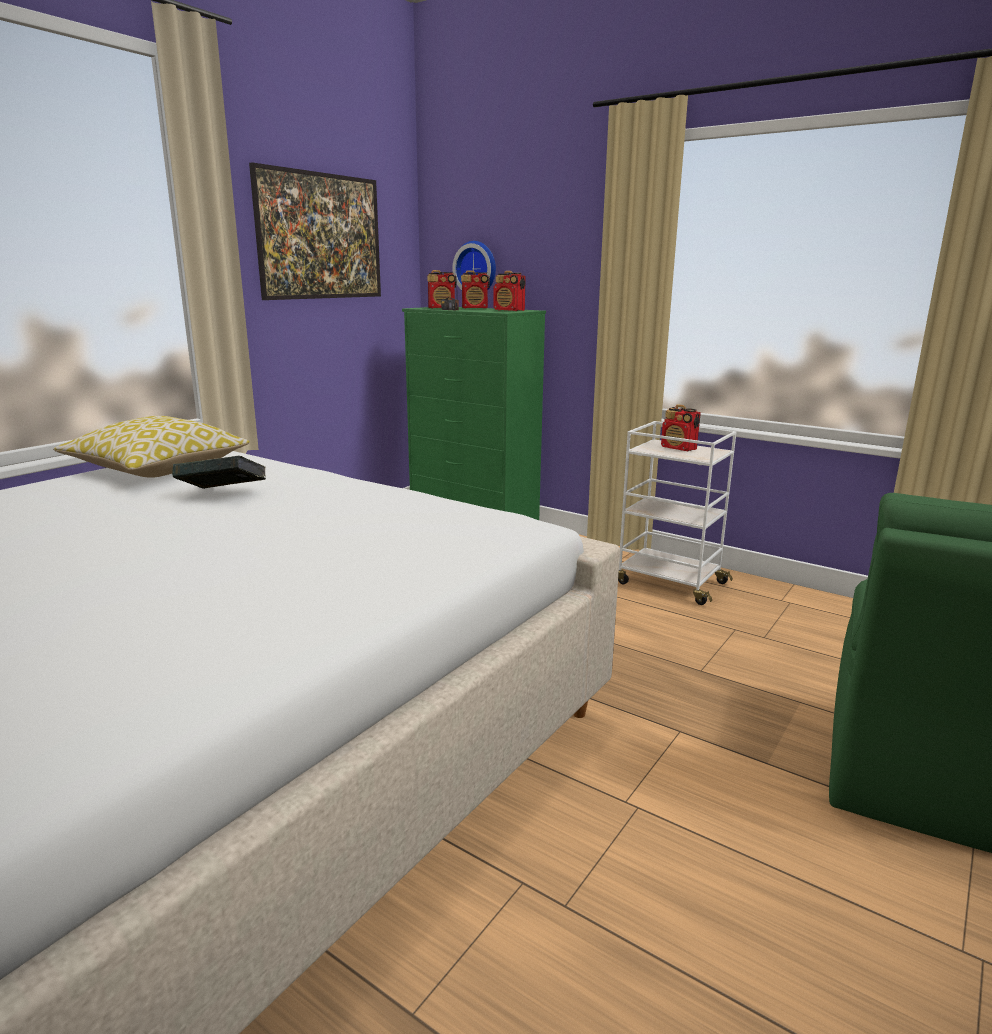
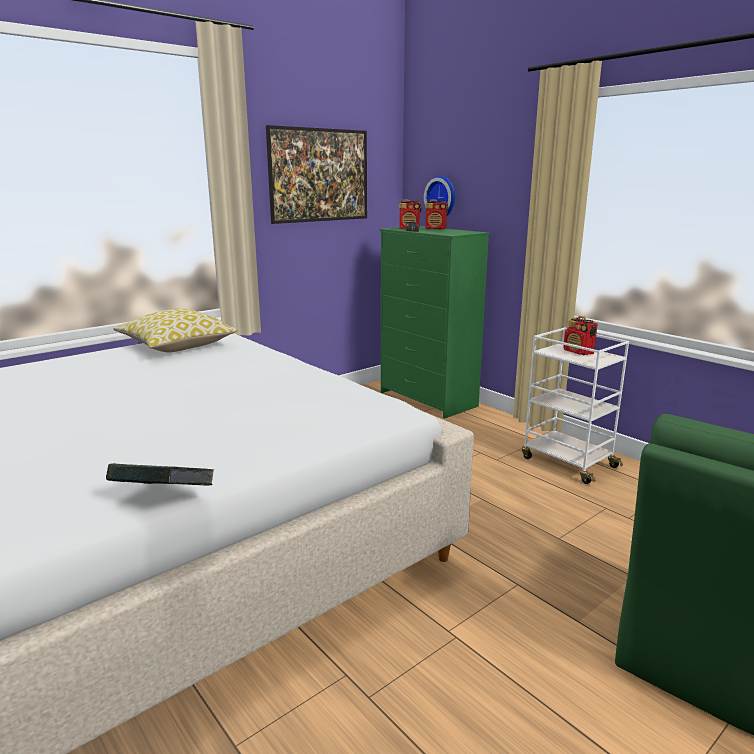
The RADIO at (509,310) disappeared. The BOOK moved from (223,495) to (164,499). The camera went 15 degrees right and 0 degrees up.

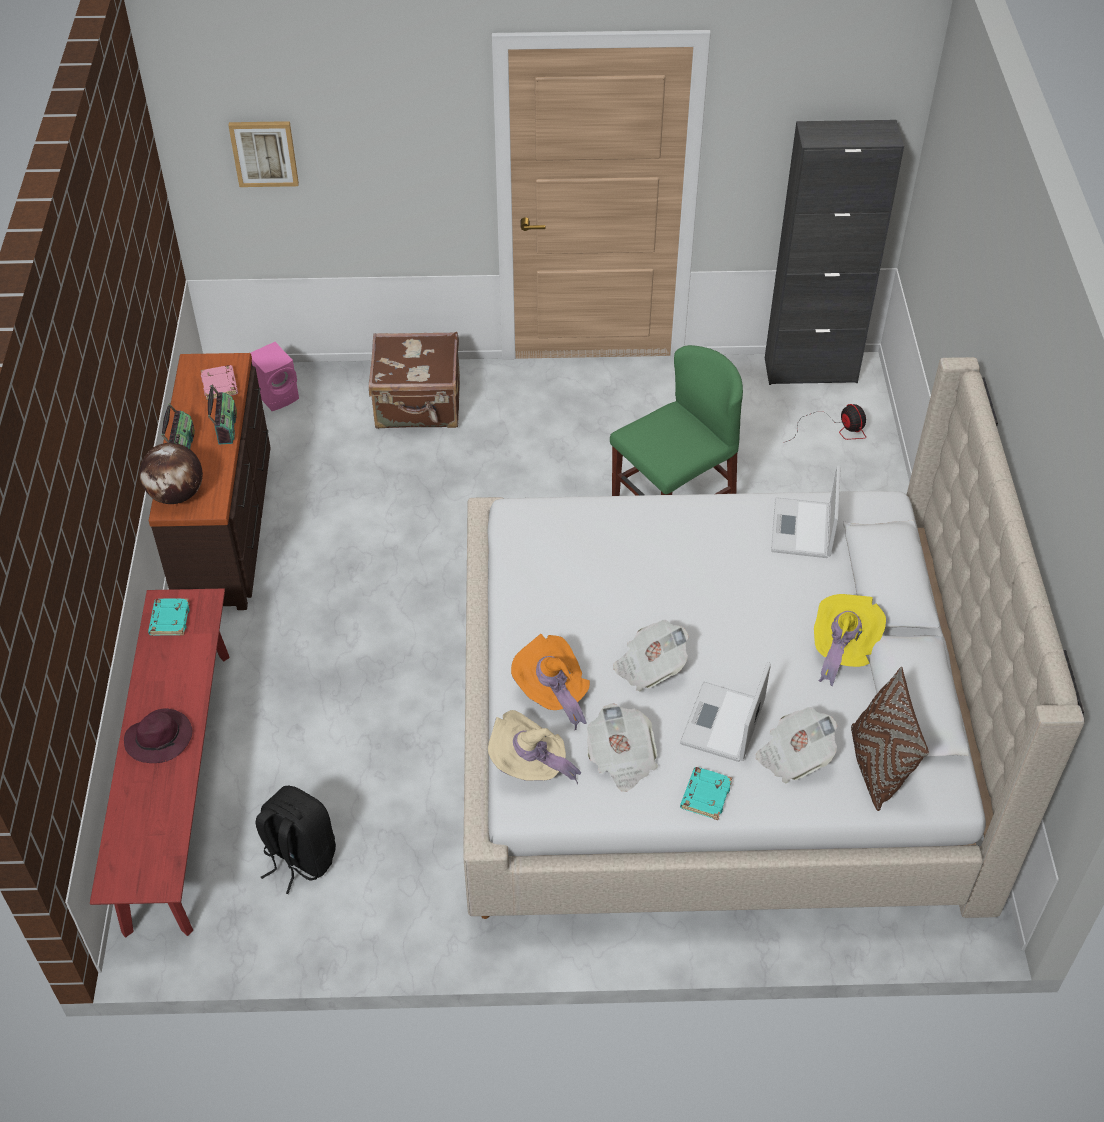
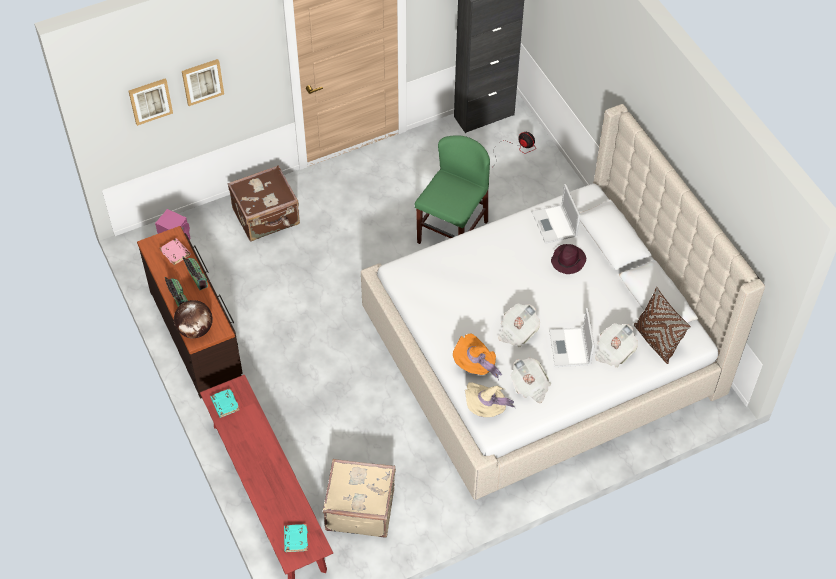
The YELLOW HAT at (842,649) disappeared. The PURPLE HAT moved from (160,738) to (568,260). The TURQUOISE BOOK moved from (705,795) to (295,539). The BLACK BACKPACK at (299,857) was replaced by the BEIGE SUITCASE at (360,508). The PICTURE at (202,81) appeared. The camera went 25 degrees left and 5 degrees up.

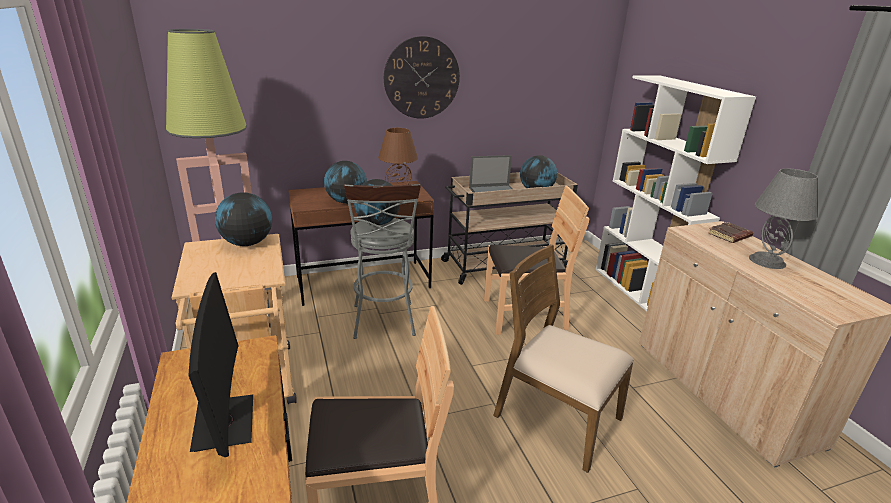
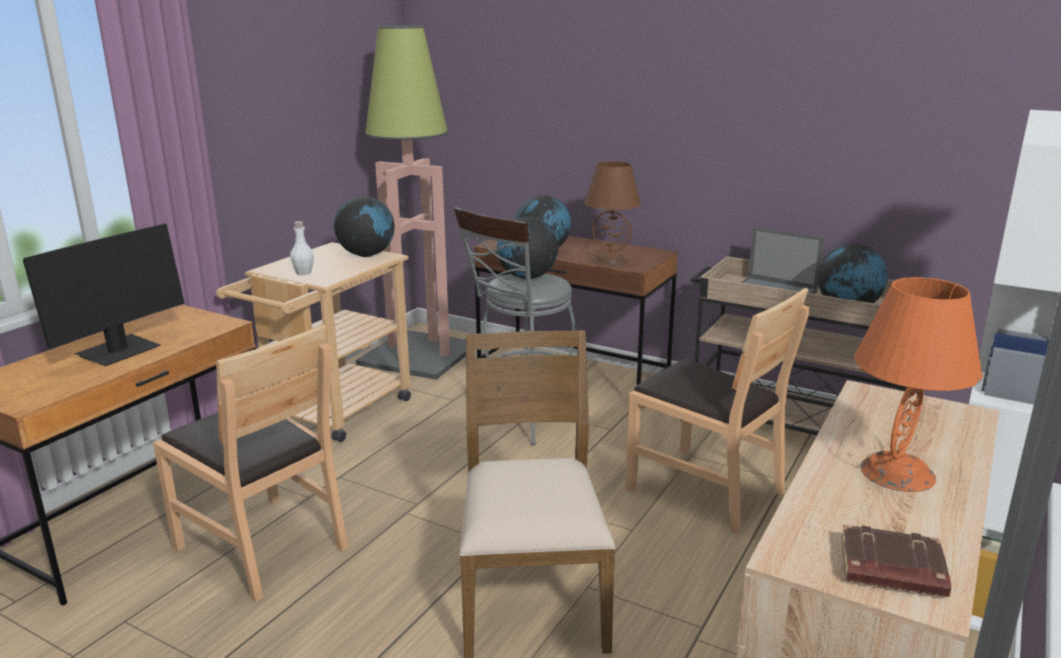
The WALL CLOCK at (422,78) disappeared. The GREY TABLE LAMP at (766,261) became the ORANGE TABLE LAMP at (896,472). The BROWN BOOK moved from (729,236) to (890,569). The WHITE BOTTLE at (303,273) appeared. The camera went 50 degrees right and 5 degrees down.

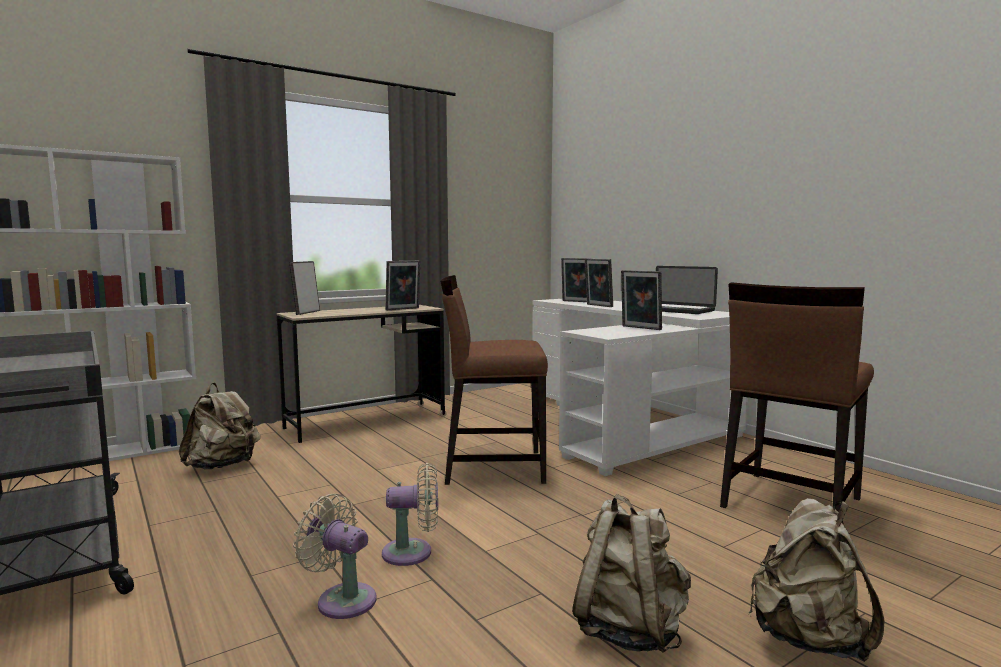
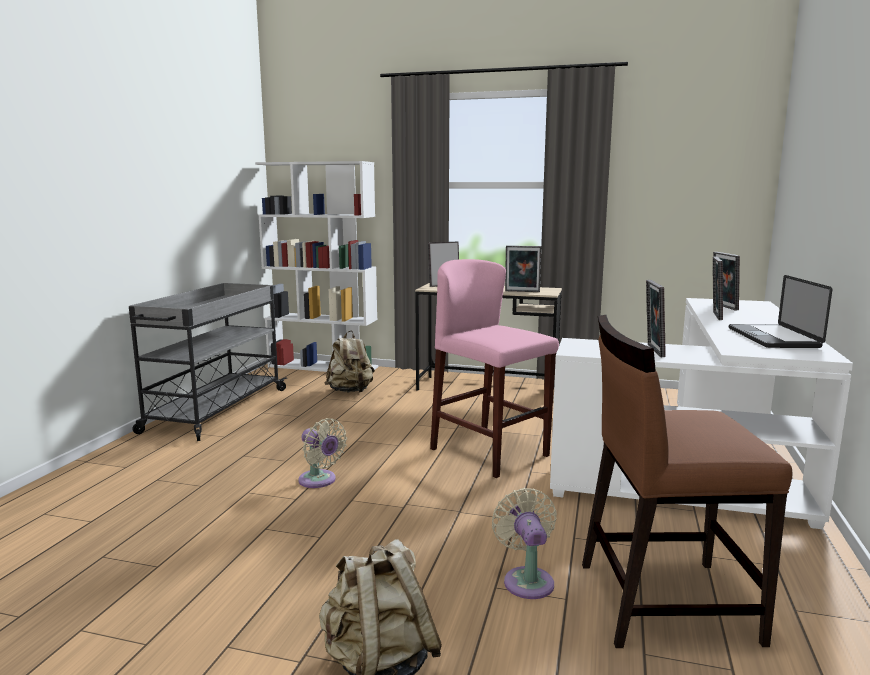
The BROWN CHAIR at (493,466) was replaced by the PINK STOOL at (489,452). The BEIGE FAN moved from (342,599) to (527,580). The BEIGE BACKPACK at (629,630) disappeared. The camera went 50 degrees right and 5 degrees up.

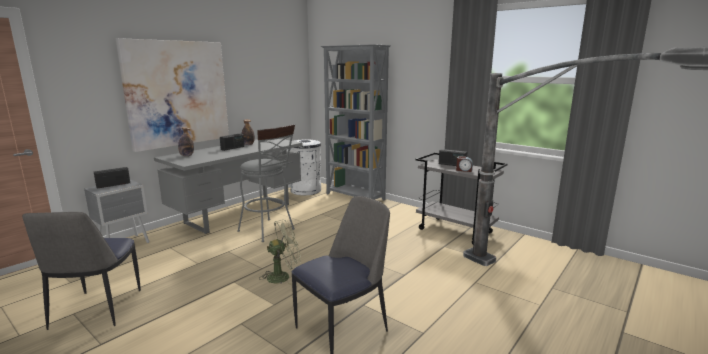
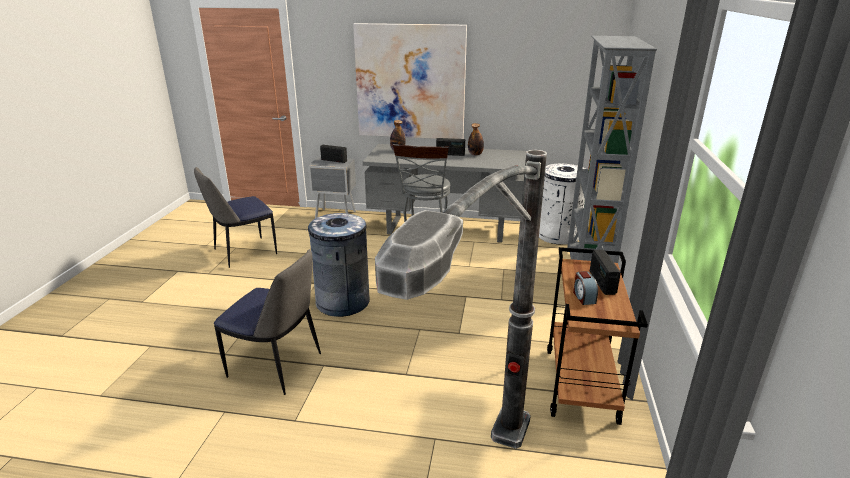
The GREY CART at (456,231) became the BROWN CART at (581,385). The GREEN FAN at (283,276) was replaced by the GREY TRASH CAN at (343,302). The camera went 60 degrees right and 10 degrees up.

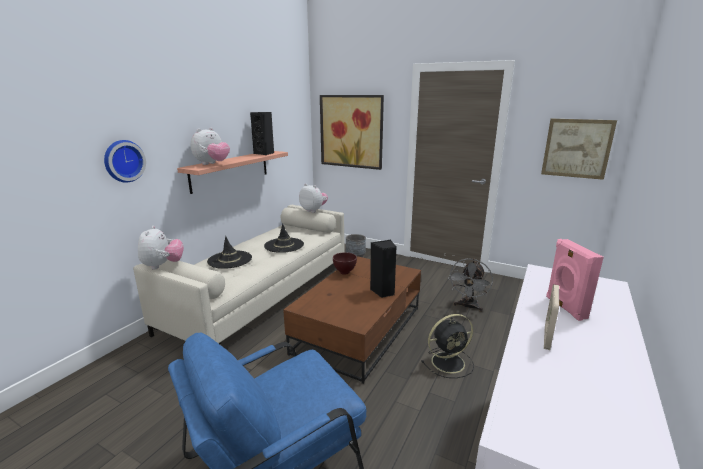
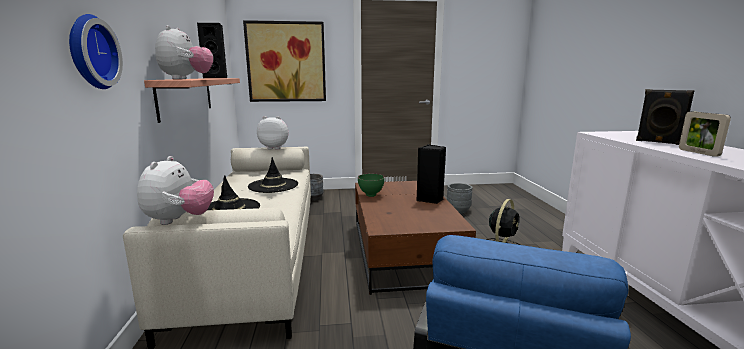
The PICTURE at (576,148) disappeared. The PLUSH TOY at (163,266) turned 45 degrees clockwise. The PINK SPEAKER at (564,307) became the BLACK SPEAKER at (658,142). The BROWN BOWL at (344,273) became the GREEN BOWL at (371,195). The GREY FAN at (468,307) was replaced by the GREY PLANTER at (458,210). The camera went 35 degrees left and 5 degrees down.

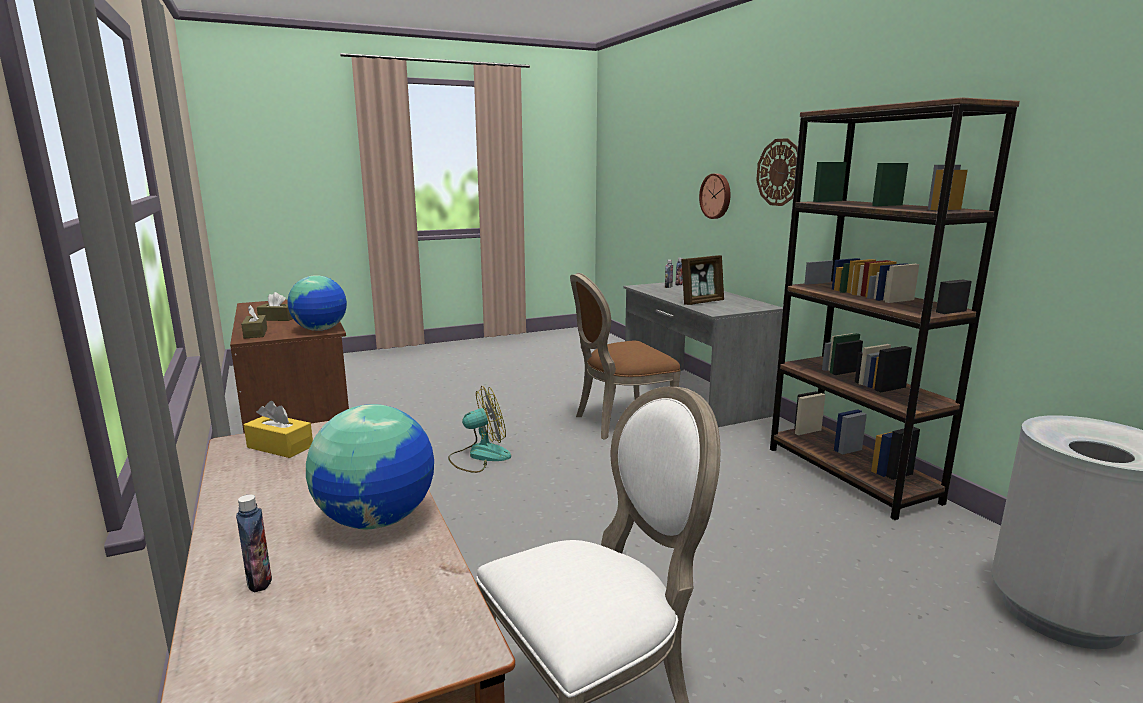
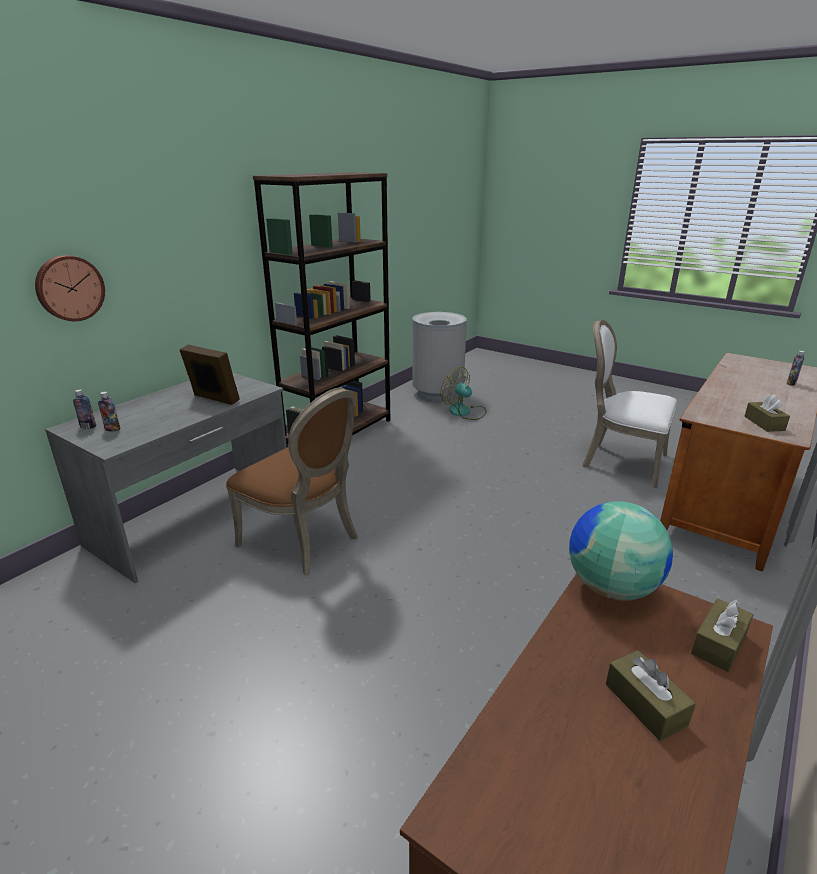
The WALL CLOCK at (779,172) disappeared. The FAN moved from (479,456) to (464,412). The YELLOW TISSUE BOX at (280,447) became the BROWN TISSUE BOX at (764,423). The GLOBE at (377,519) disappeared. The camera went 120 degrees left and 10 degrees up.

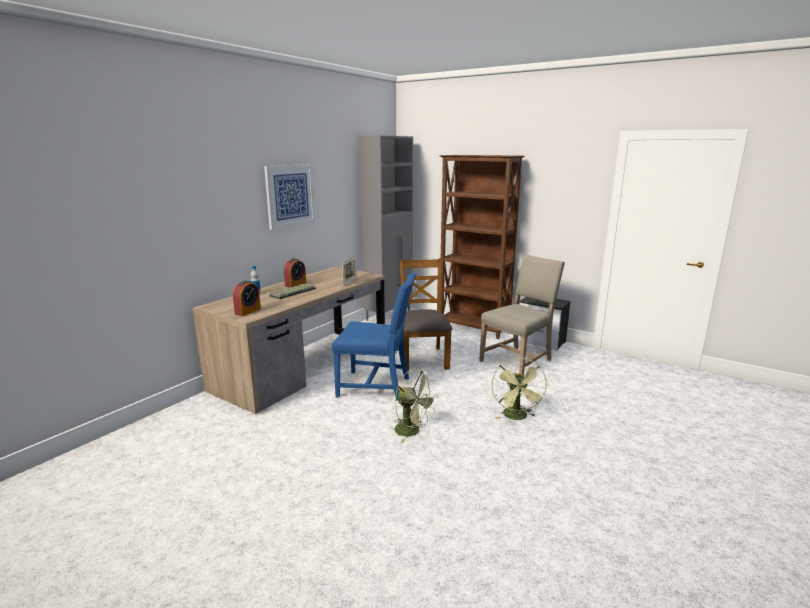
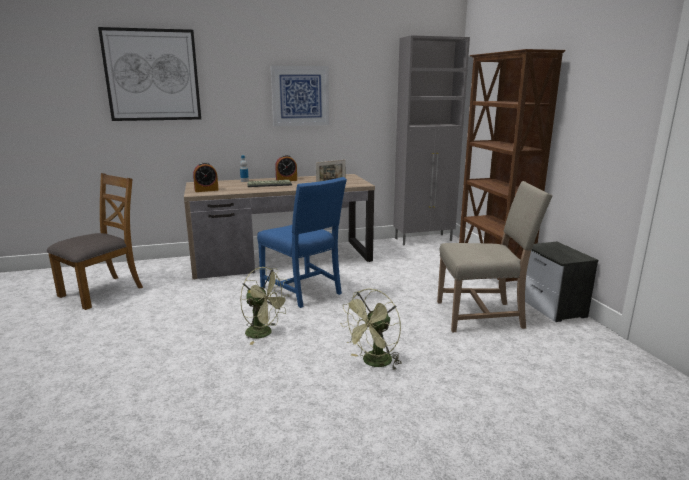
The BROWN CHAIR moved from (423,358) to (102,291). The GREEN FAN at (412,431) turned 45 degrees counterclockwise. The PICTURE at (152,75) appeared. The camera went 40 degrees right and 0 degrees up.

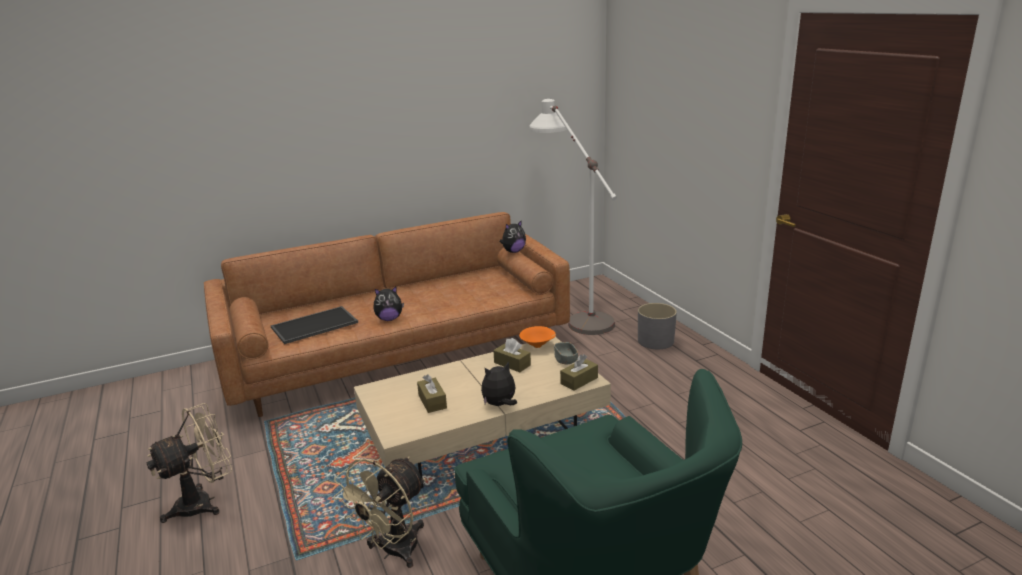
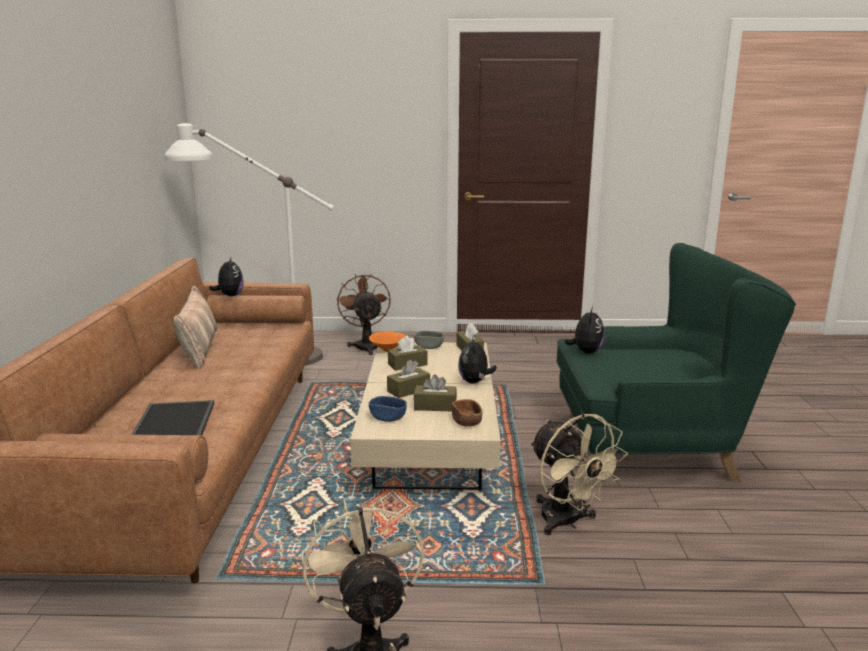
The PLUSH TOY moved from (389,319) to (585,352). The GREY PLANTER at (655,341) was replaced by the BROWN FAN at (366,345). The PILLOW at (199,348) appeared. The BROWN TISSUE BOX at (408,390) appeared. The BLUE BOWL at (388,417) appeared. The BROWN BOWL at (467,422) appeared. The camera went 65 degrees left and 5 degrees down.

